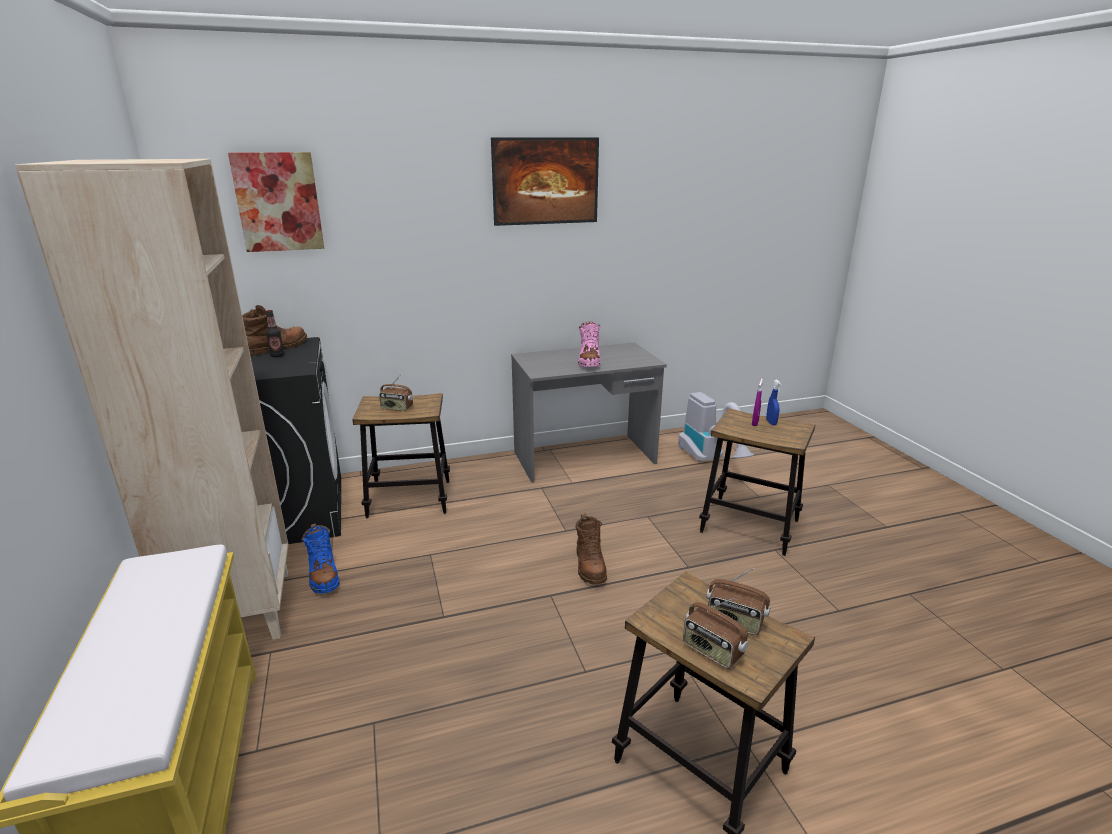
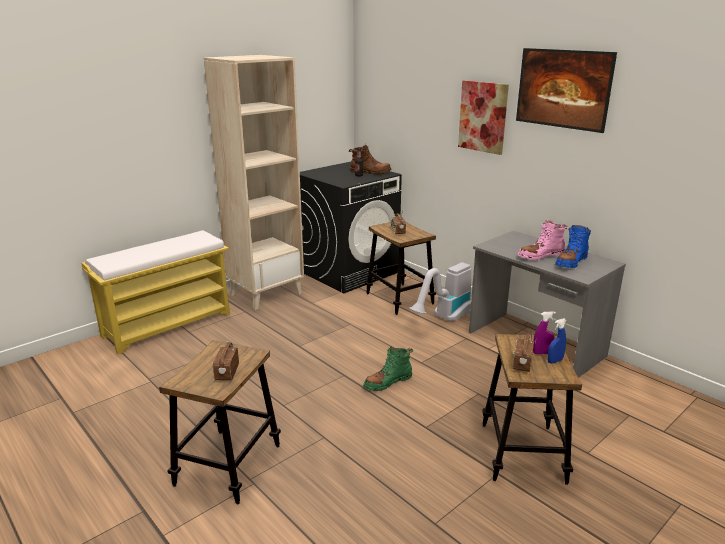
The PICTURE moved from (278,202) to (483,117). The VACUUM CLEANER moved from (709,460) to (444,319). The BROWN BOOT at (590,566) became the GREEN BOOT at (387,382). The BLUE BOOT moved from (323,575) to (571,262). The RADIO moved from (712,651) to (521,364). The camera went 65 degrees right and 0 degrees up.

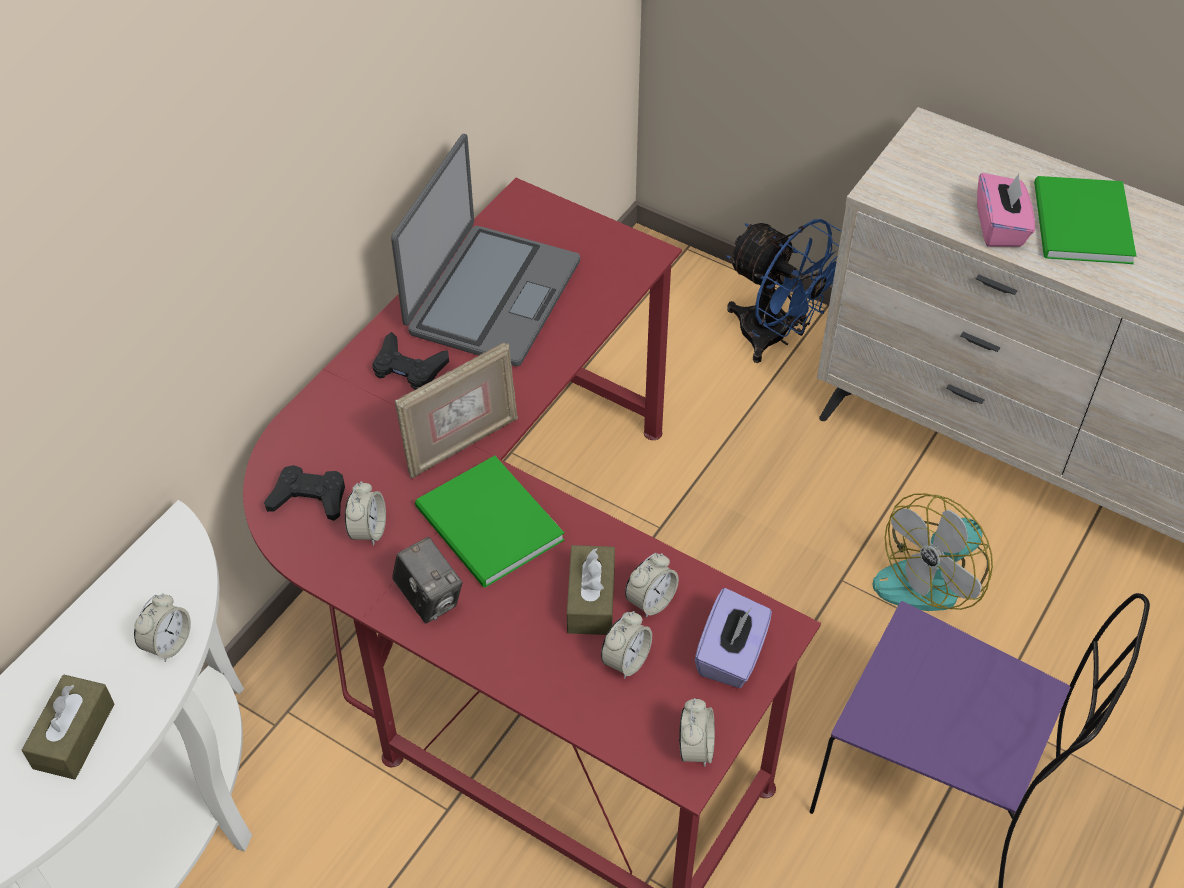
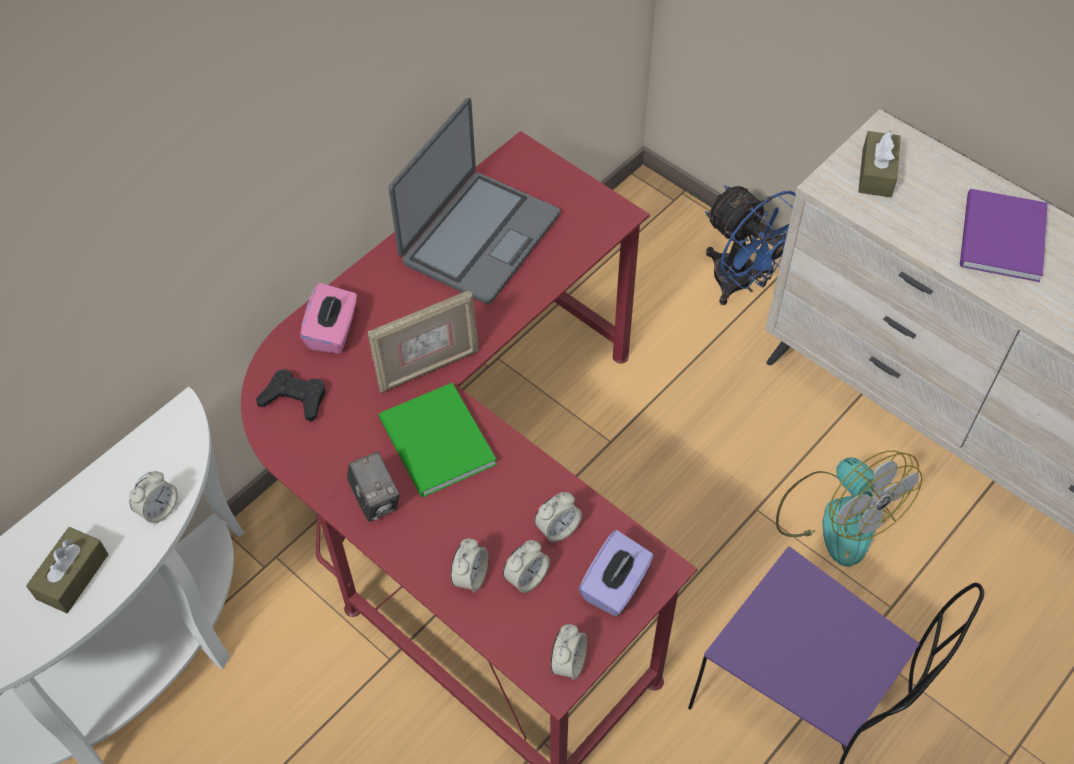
The PINK TISSUE BOX moved from (1000,227) to (333,332). The GREEN BOOK at (1079,225) became the PURPLE BOOK at (999,239). The BLACK GAME CONTROLLER at (408,368) disappeared. The ALARM CLOCK moved from (368,531) to (470,577). The FAN at (933,575) turned 90 degrees counterclockwise. The BROWN TISSUE BOX moved from (591,599) to (876,173). The camera went 10 degrees right and 5 degrees up.

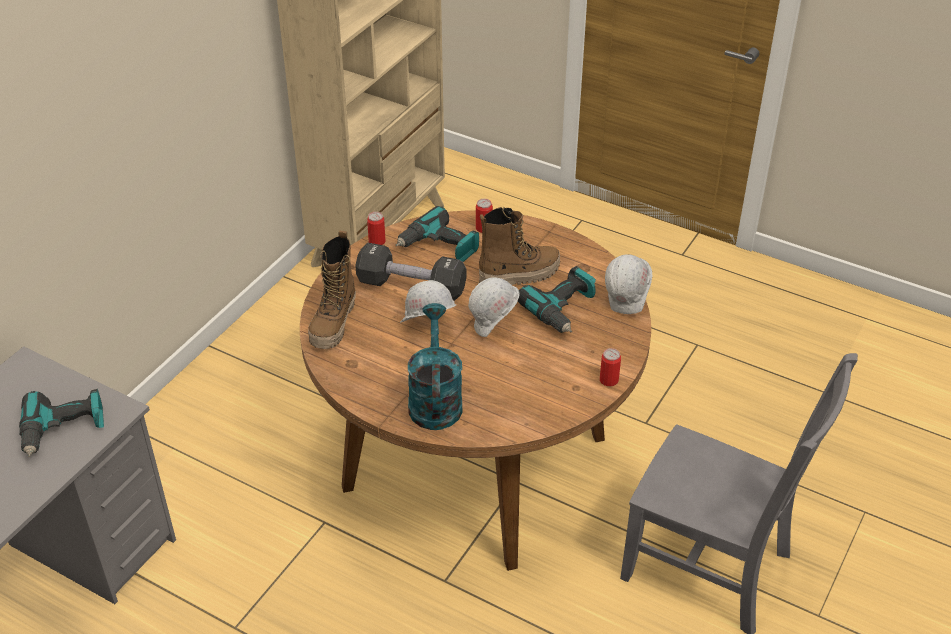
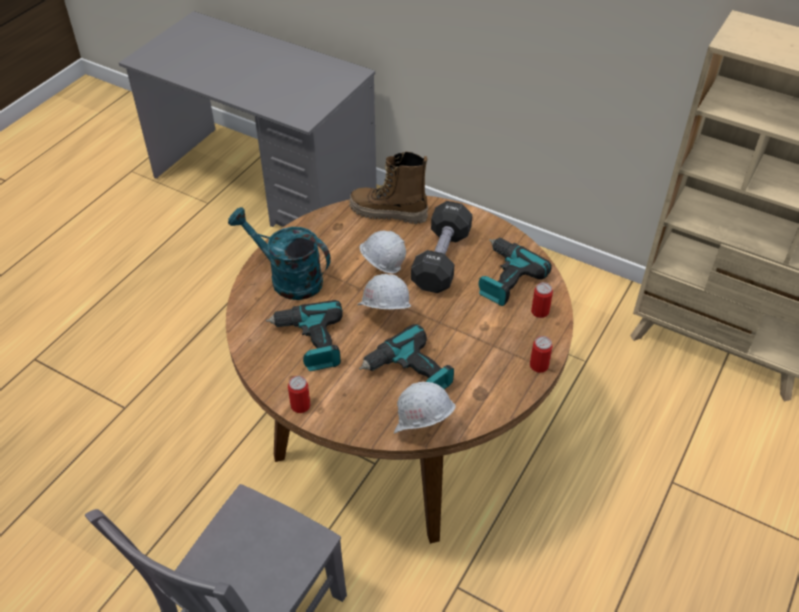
The BOOT at (519,275) disappeared. The CAN moved from (377,241) to (539,365). The TURQUOISE WATERING CAN at (434,399) turned 150 degrees counterclockwise. The POWER DRILL moved from (63,429) to (310,342). The camera went 90 degrees right and 5 degrees up.

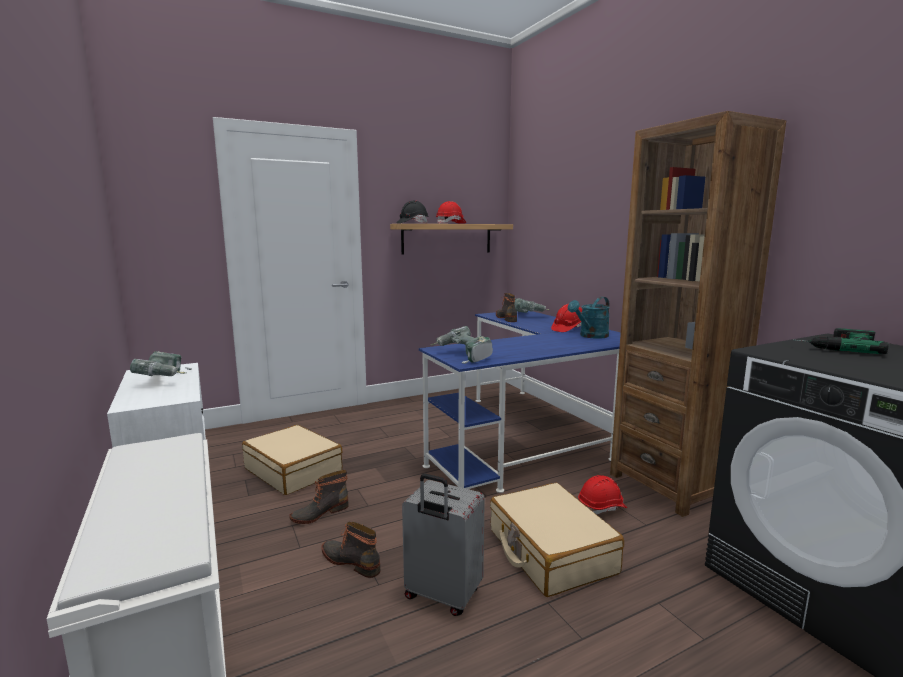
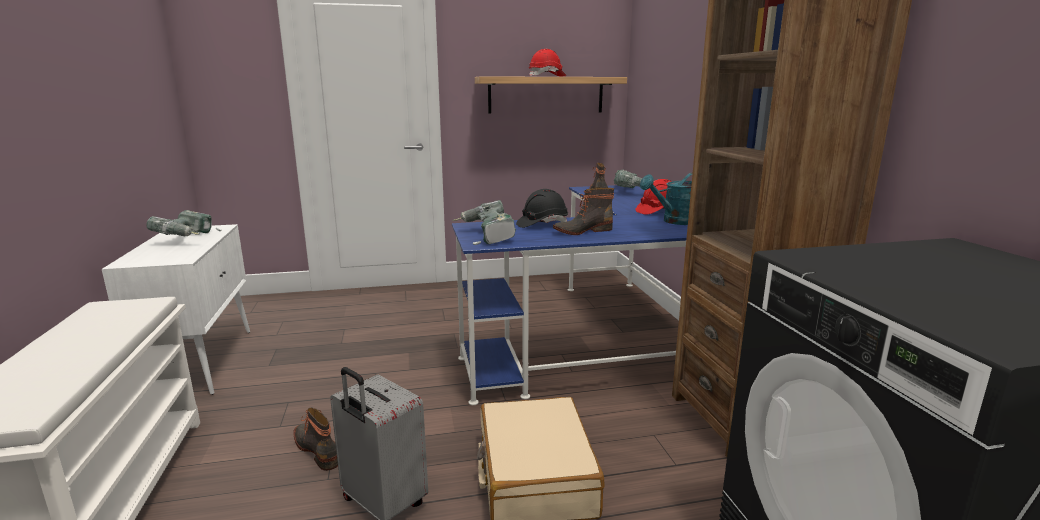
The BLACK HARD HAT moved from (412,223) to (542,224). The POWER DRILL at (833,346) disappeared. The BEIGE SUITCASE at (294,470) disappeared. The BOOT moved from (319,513) to (582,231). The RED HARD HAT at (602,508) disappeared. The camera went 15 degrees right and 5 degrees up.

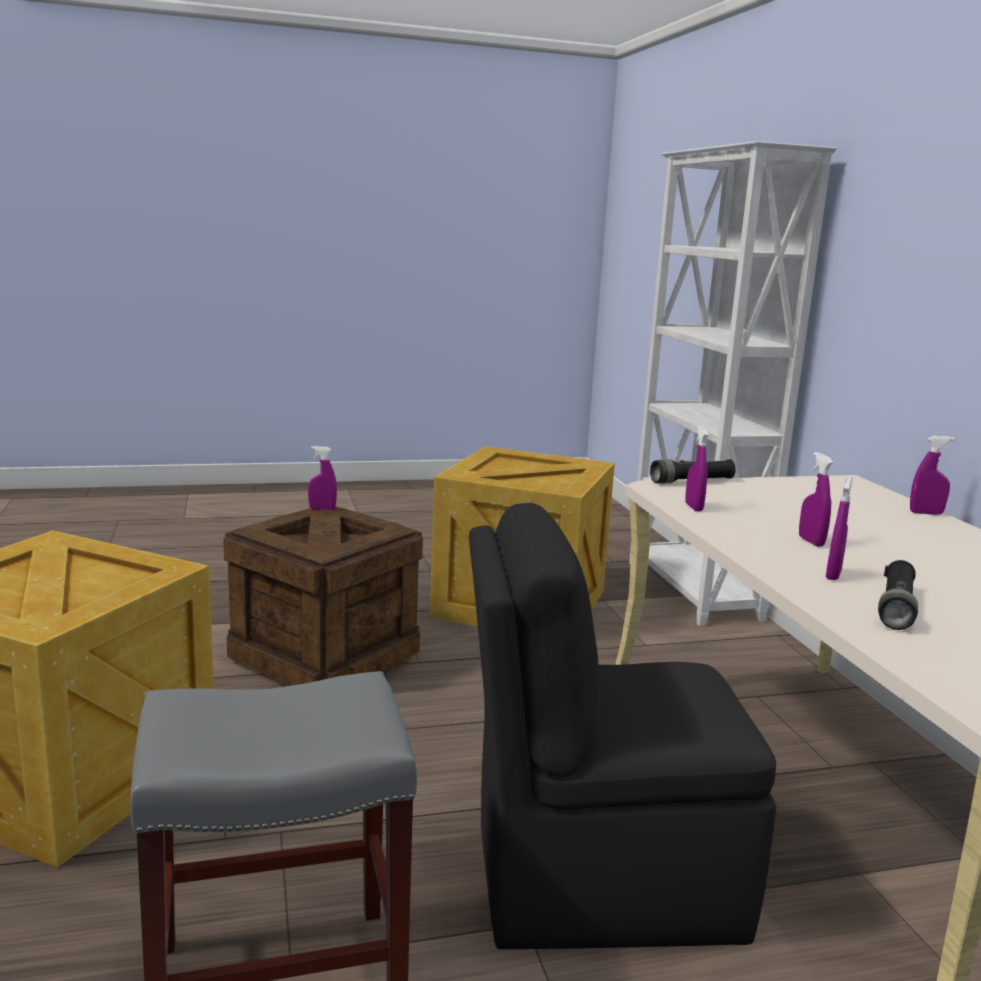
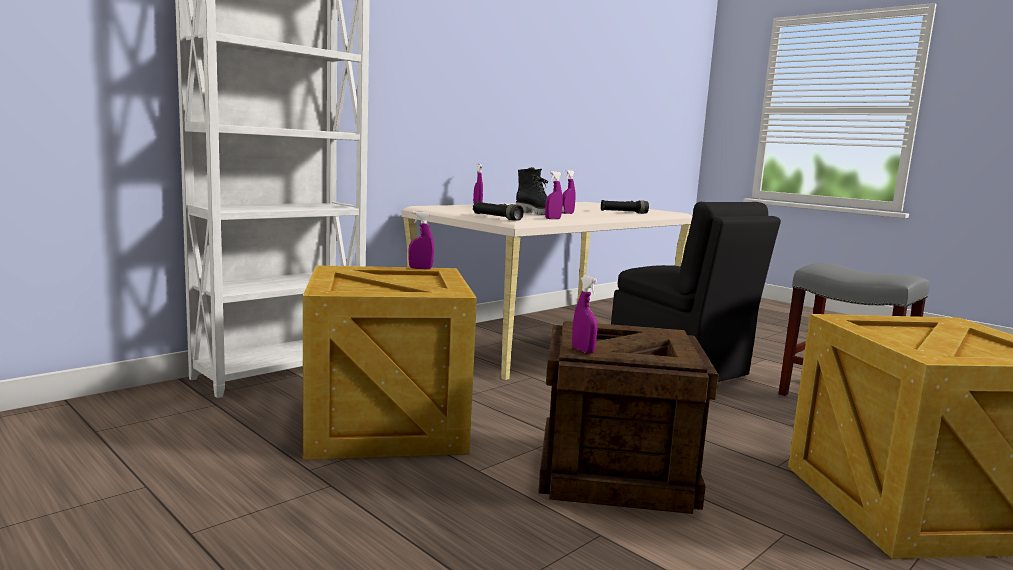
The PURPLE SPRAY BOTTLE moved from (833,575) to (420,268). The BLACK BOOT at (539,214) appeared. The camera went 120 degrees left and 5 degrees down.

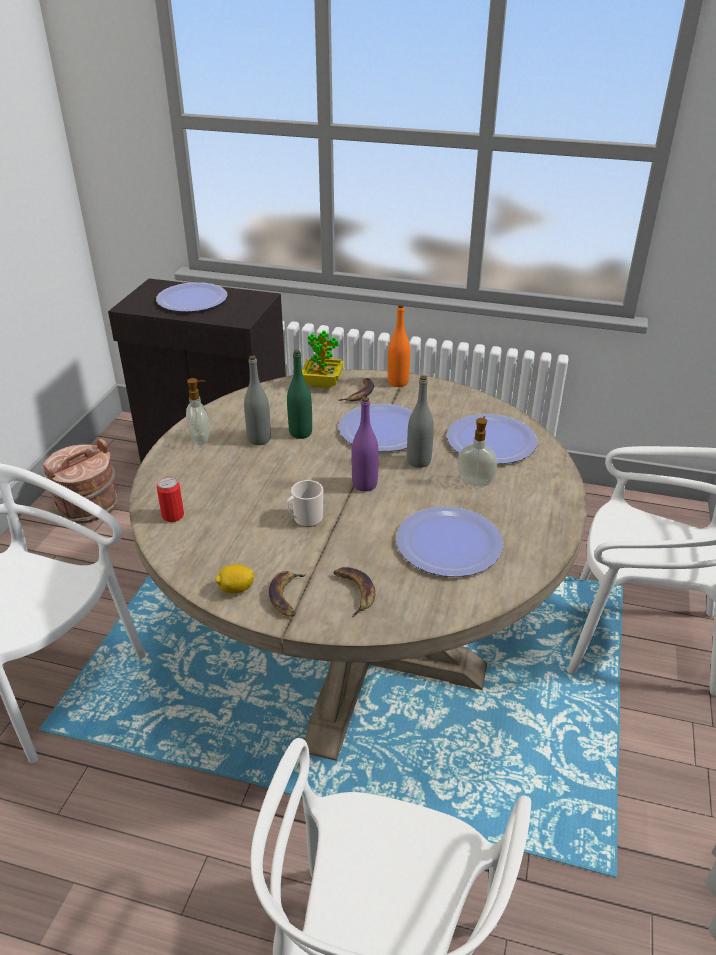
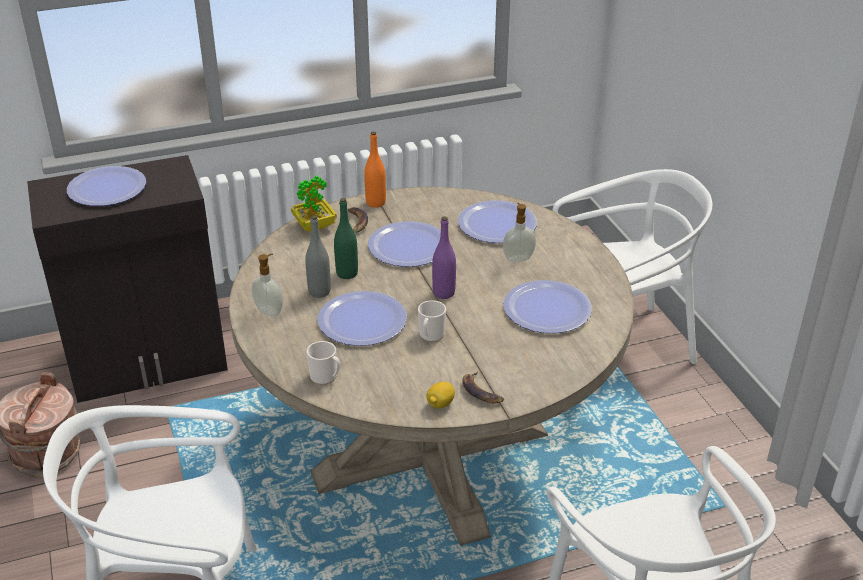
The GREY BOTTLE at (419,461) disappeared. The CAN at (173,516) was replaced by the MUG at (326,377). The BANANA at (354,592) disappeared. The PLATE at (362,320) appeared. The camera went 35 degrees left and 0 degrees up.

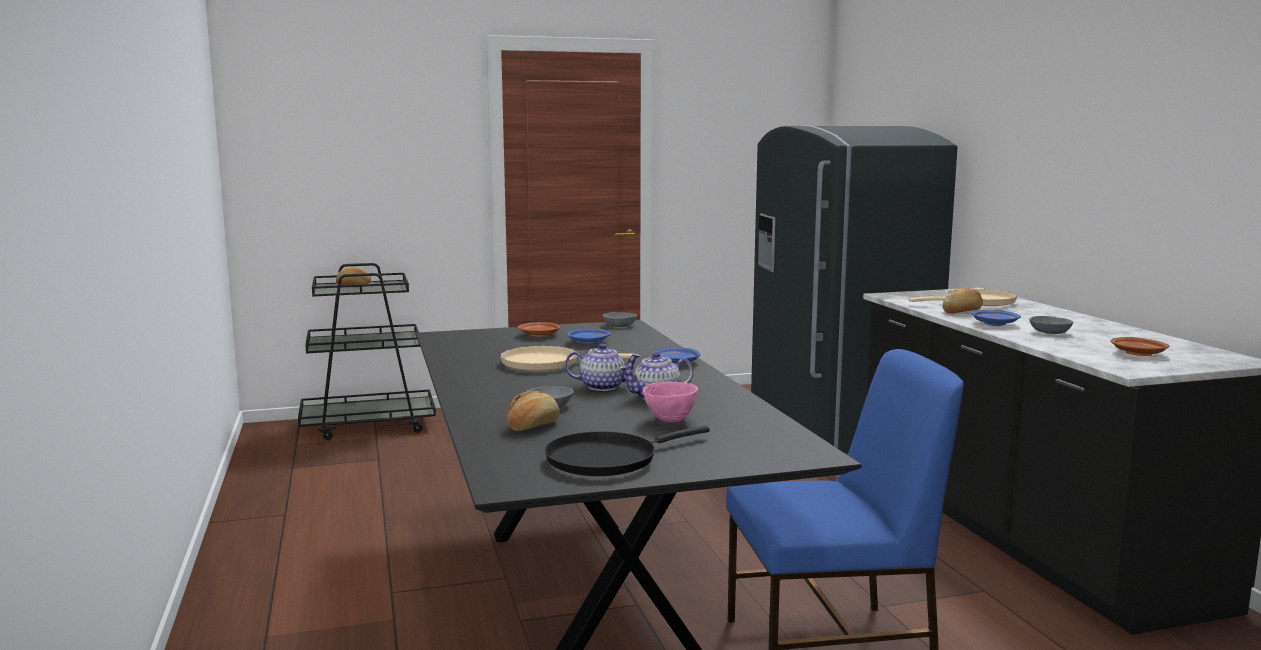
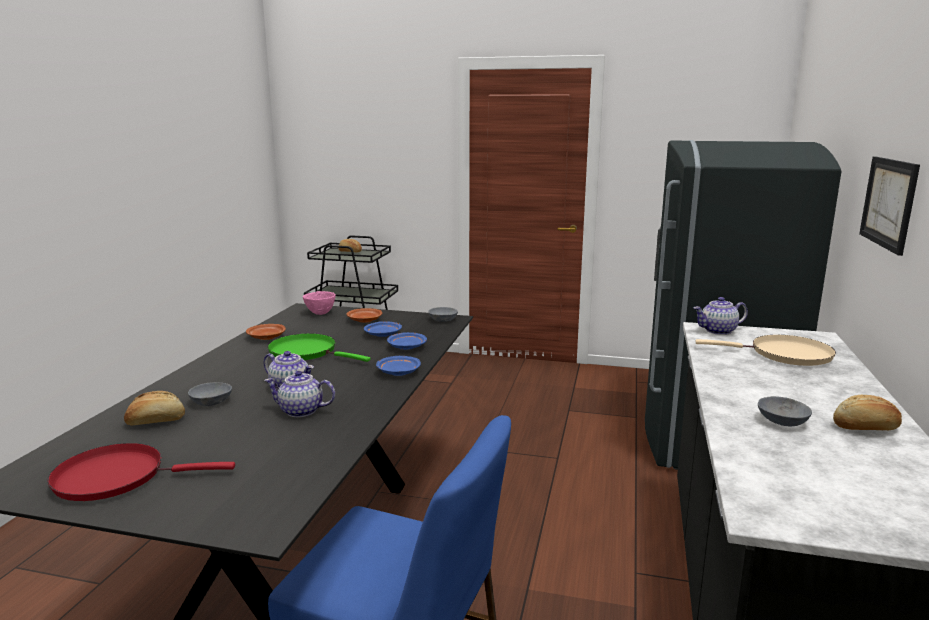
The BREAD moved from (963,312) to (866,428). The BLUE PLATE moved from (994,324) to (407,347). The BROWN PLATE moved from (1138,354) to (266,337). The BEIGE FRYING PAN at (546,363) became the GREEN FRYING PAN at (307,352). The PINK BOWL moved from (671,420) to (320,313). The BLACK FRYING PAN at (607,459) became the RED FRYING PAN at (117,477). The PICTURE at (889,203) appeared. The TEAPOT at (718,331) appeared. The camera went 30 degrees right and 5 degrees up.

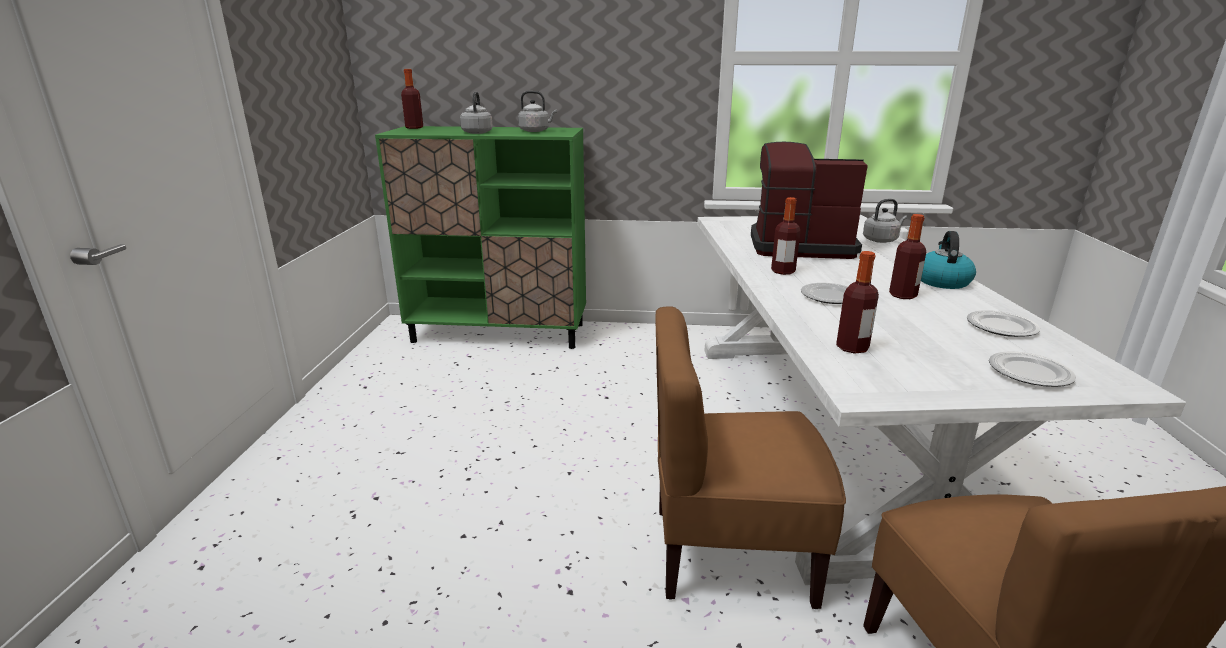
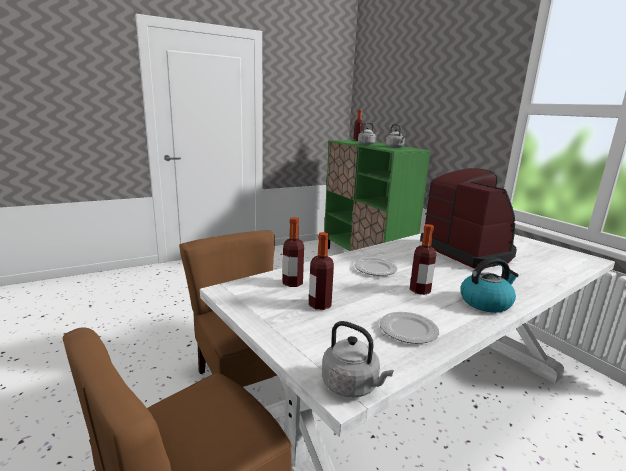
The BOTTLE moved from (783,271) to (320,305). The GREY KETTLE moved from (881,240) to (352,386). The PLATE at (1030,373) disappeared. The camera went 55 degrees right and 5 degrees down.

